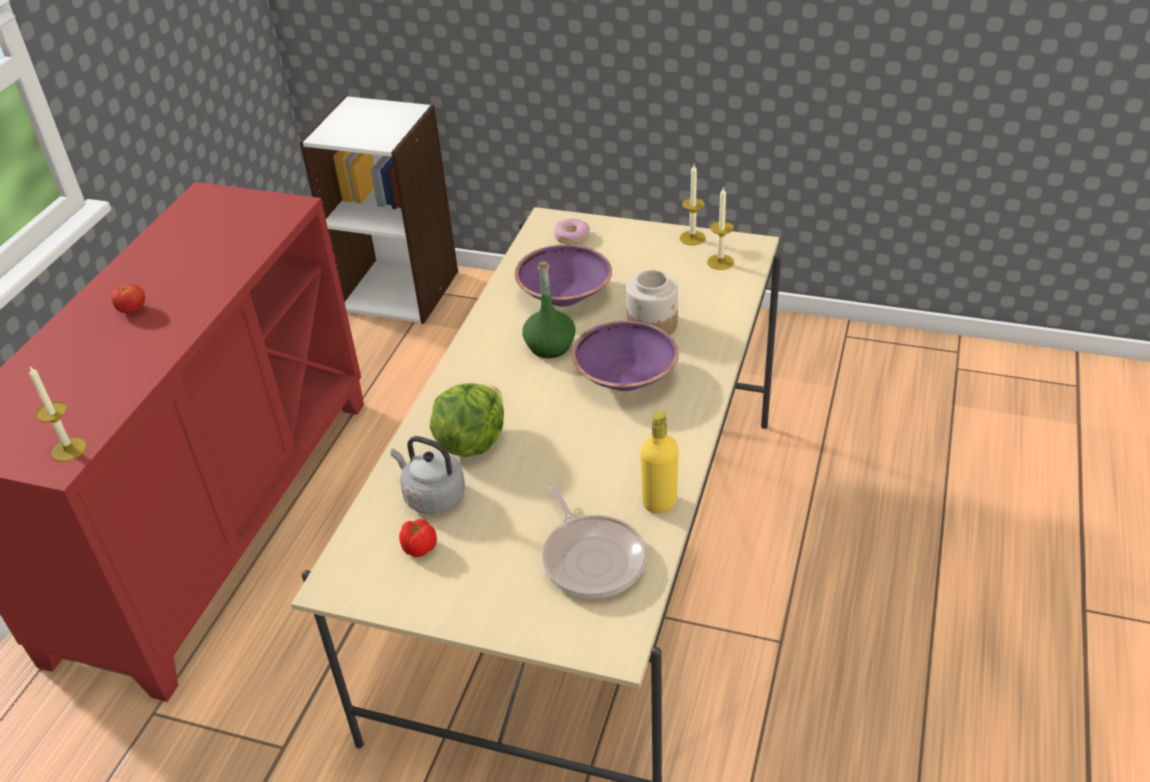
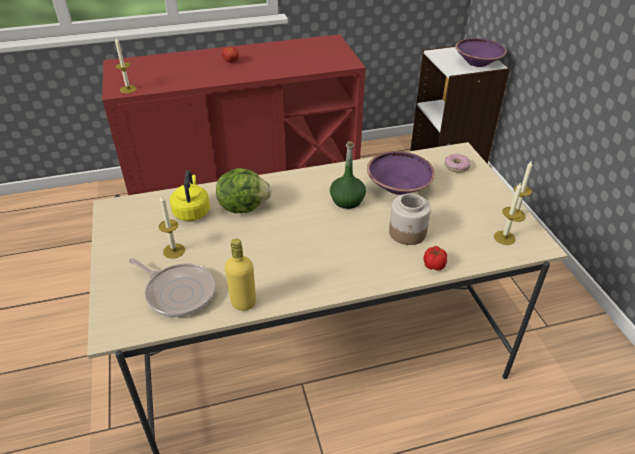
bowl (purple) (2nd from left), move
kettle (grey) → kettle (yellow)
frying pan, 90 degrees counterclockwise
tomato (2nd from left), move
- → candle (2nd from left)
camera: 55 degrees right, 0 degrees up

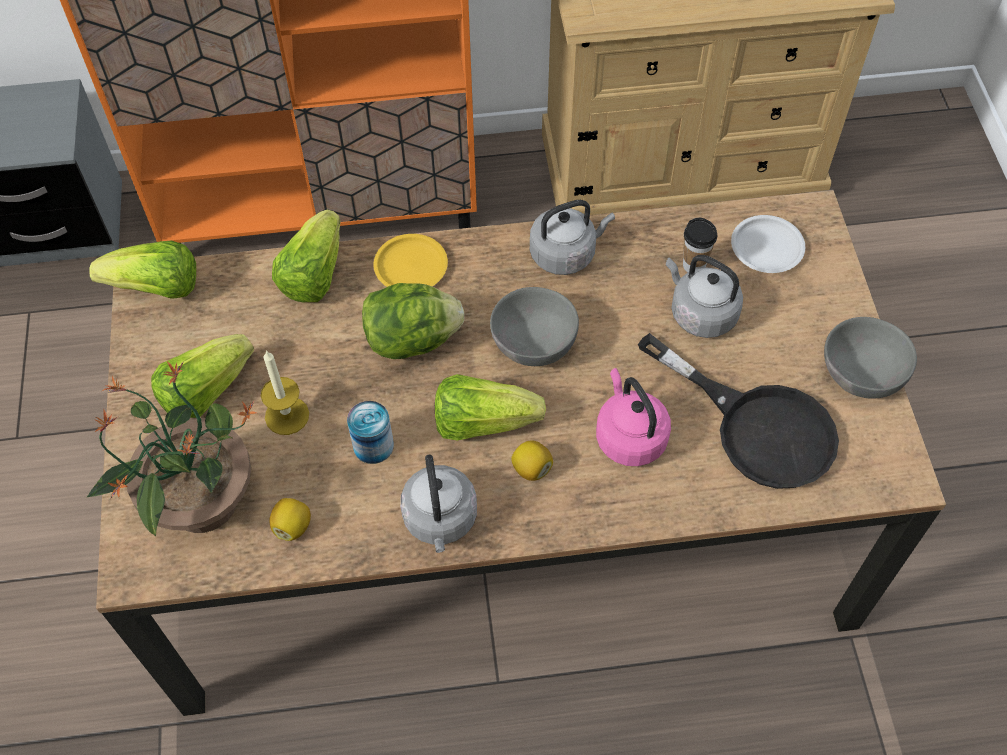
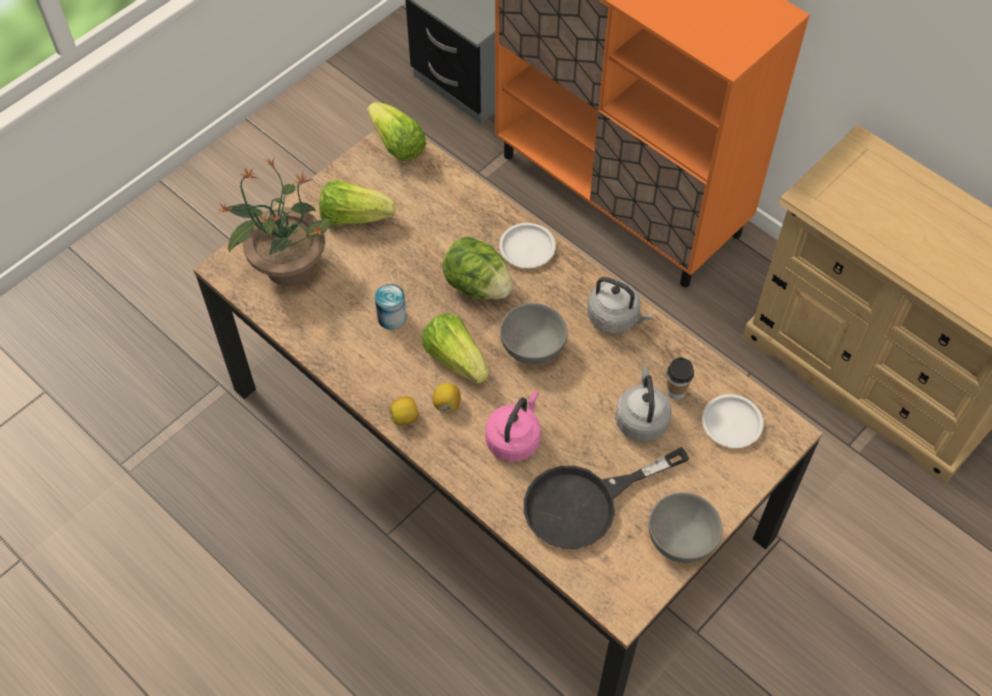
lettuce (3rd from left) → -
plate (yellow) → plate (white) (1st from left)
frying pan (black), 60 degrees clockwise
candle → -
kettle (grey) (1st from left) → -
lemon (1st from left), move
camera: 50 degrees right, 0 degrees up

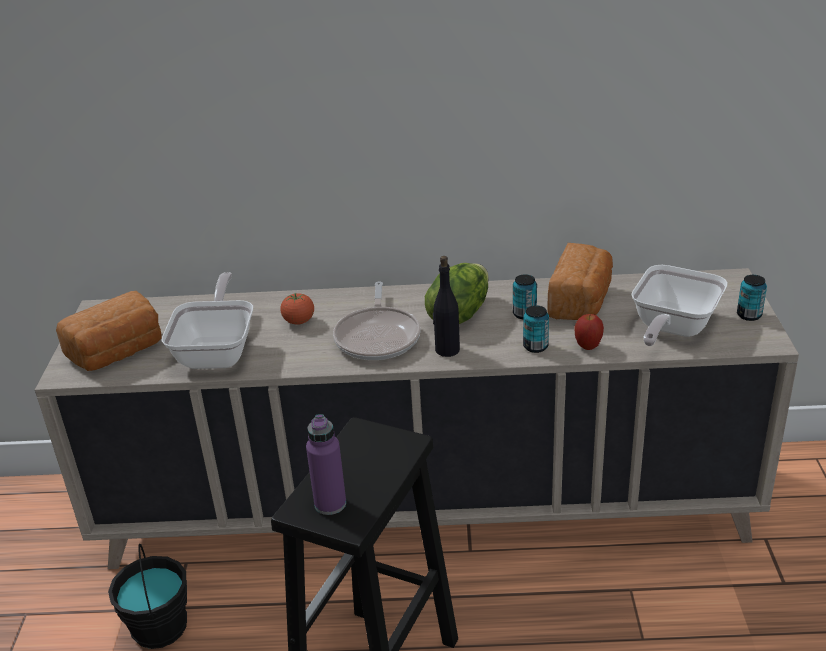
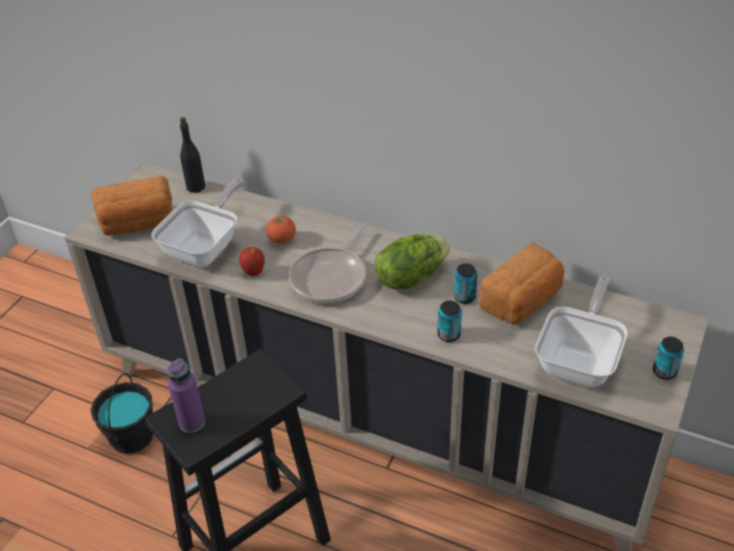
bottle (black), move
frying pan (3rd from left), 150 degrees clockwise
apple, move
camera: 25 degrees right, 10 degrees up

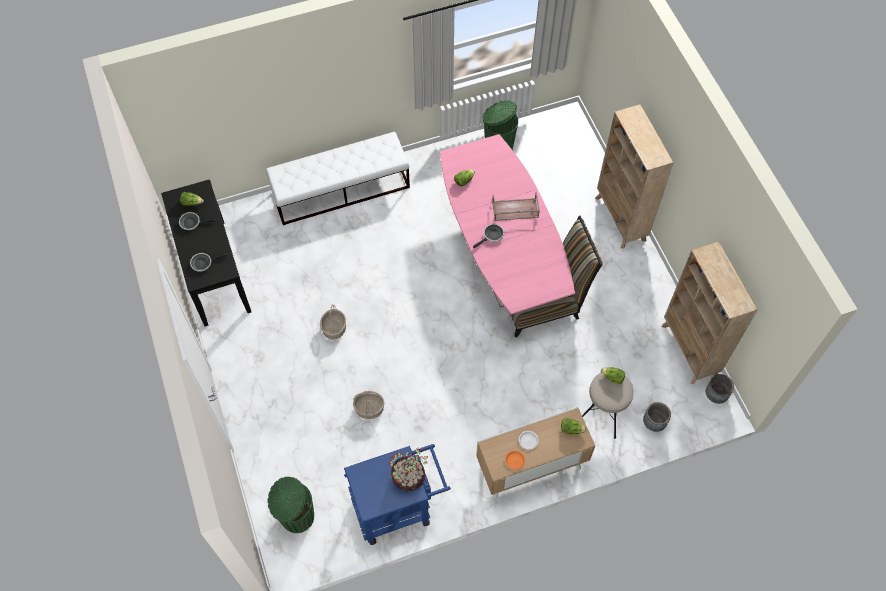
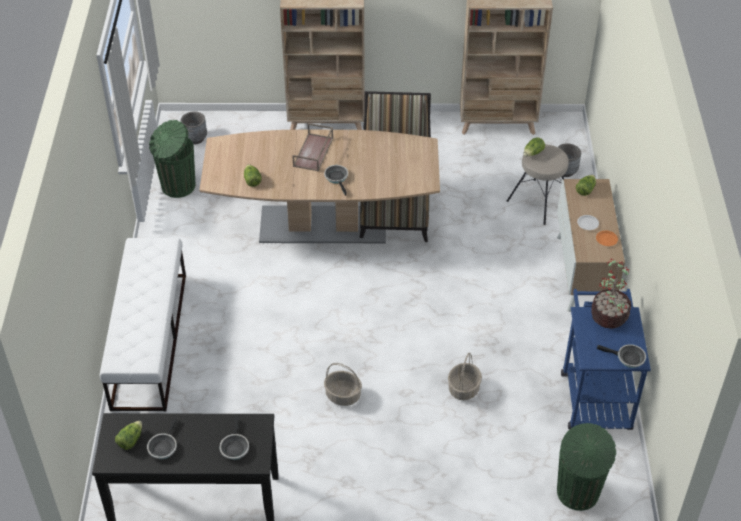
dining table (pink) → dining table (brown)
planter (grey) (2nd from left in the first image) → planter (grey) (1st from left), move
- → frying pan (4th from left)
camera: 70 degrees left, 15 degrees down

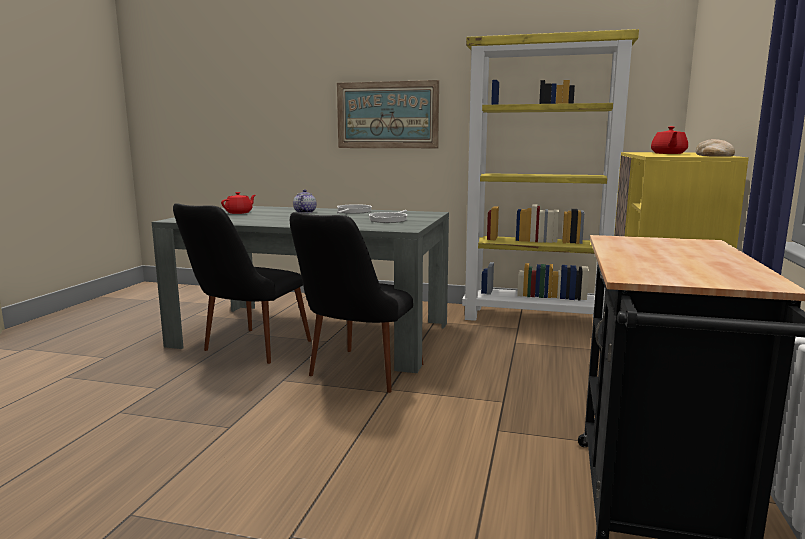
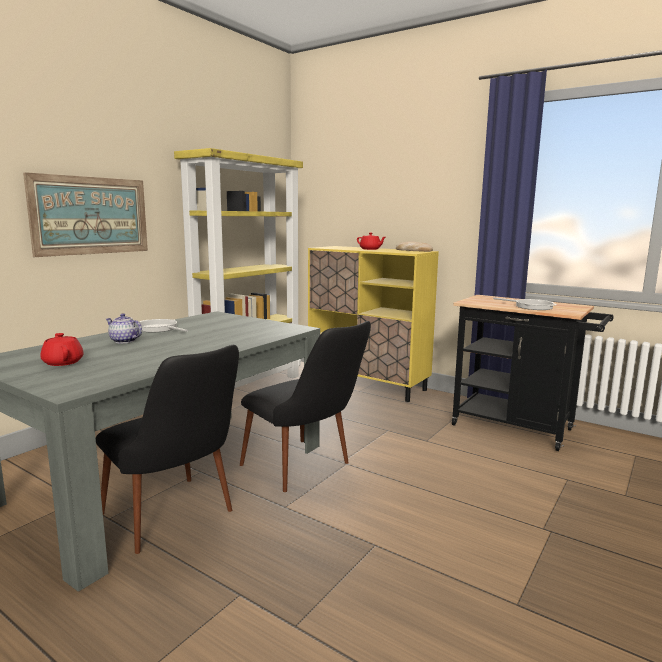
frying pan (2nd from left), move
camera: 70 degrees left, 0 degrees up

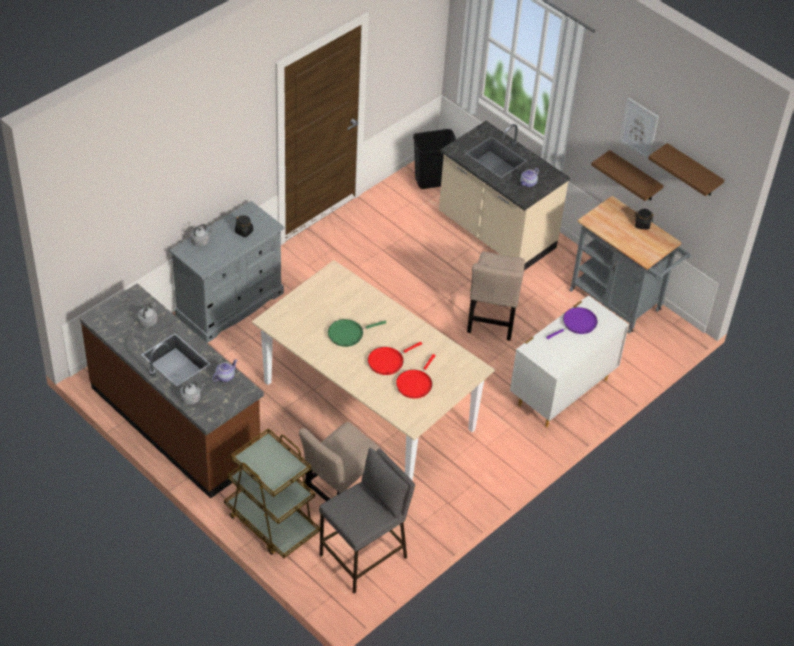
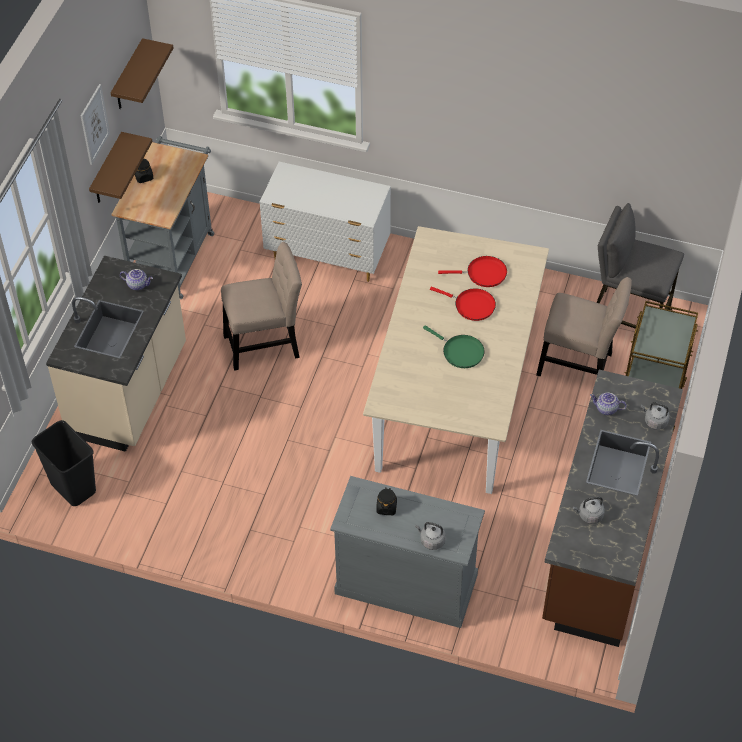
frying pan (purple) → -
camera: 115 degrees left, 5 degrees up

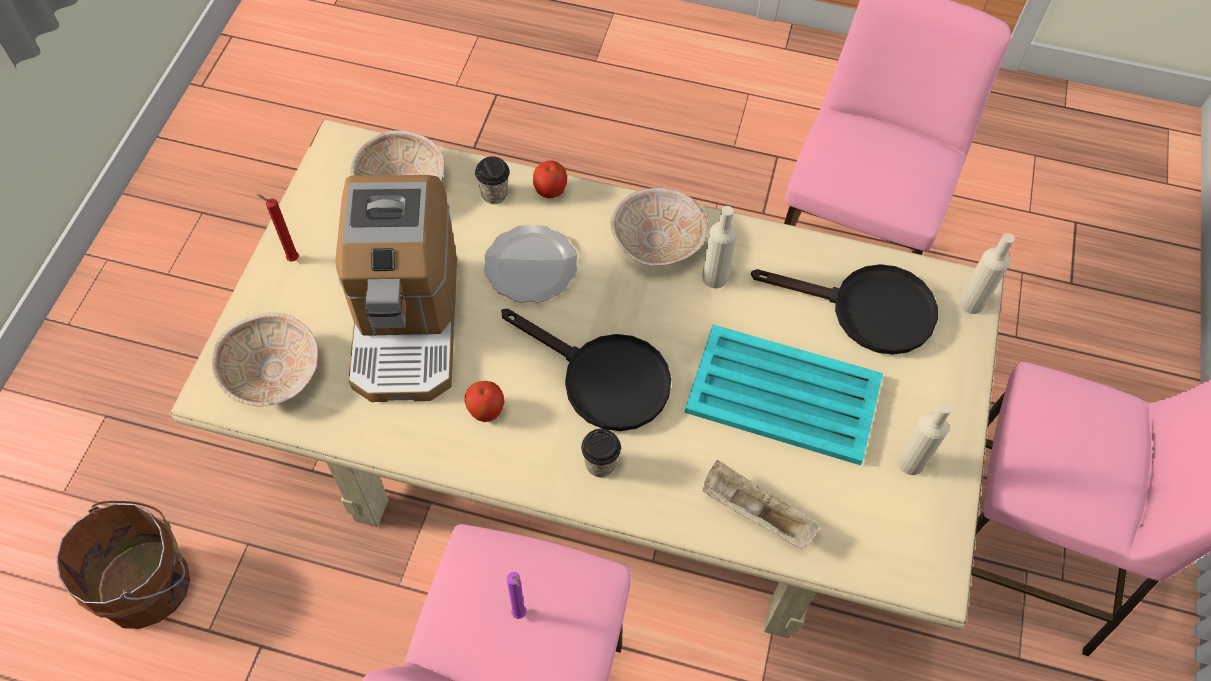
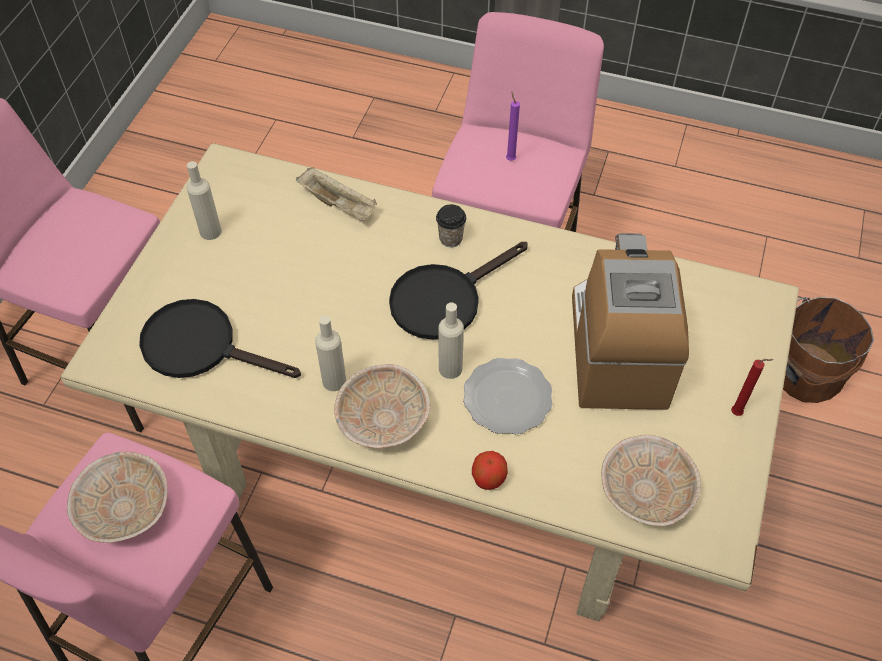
cup (1st from left) → -
bottle (beige) (3rd from left), move
frying pan (black) (1st from left in the first image) → frying pan (black) (2nd from left), 75 degrees counterclockwise
bowl (beige) (1st from left), move
tray (turquoise) → -
apple (1st from left) → -
camera: 175 degrees left, 5 degrees down

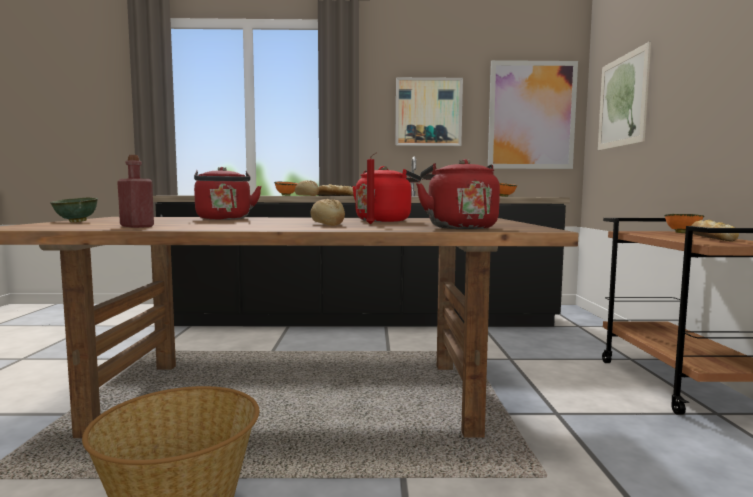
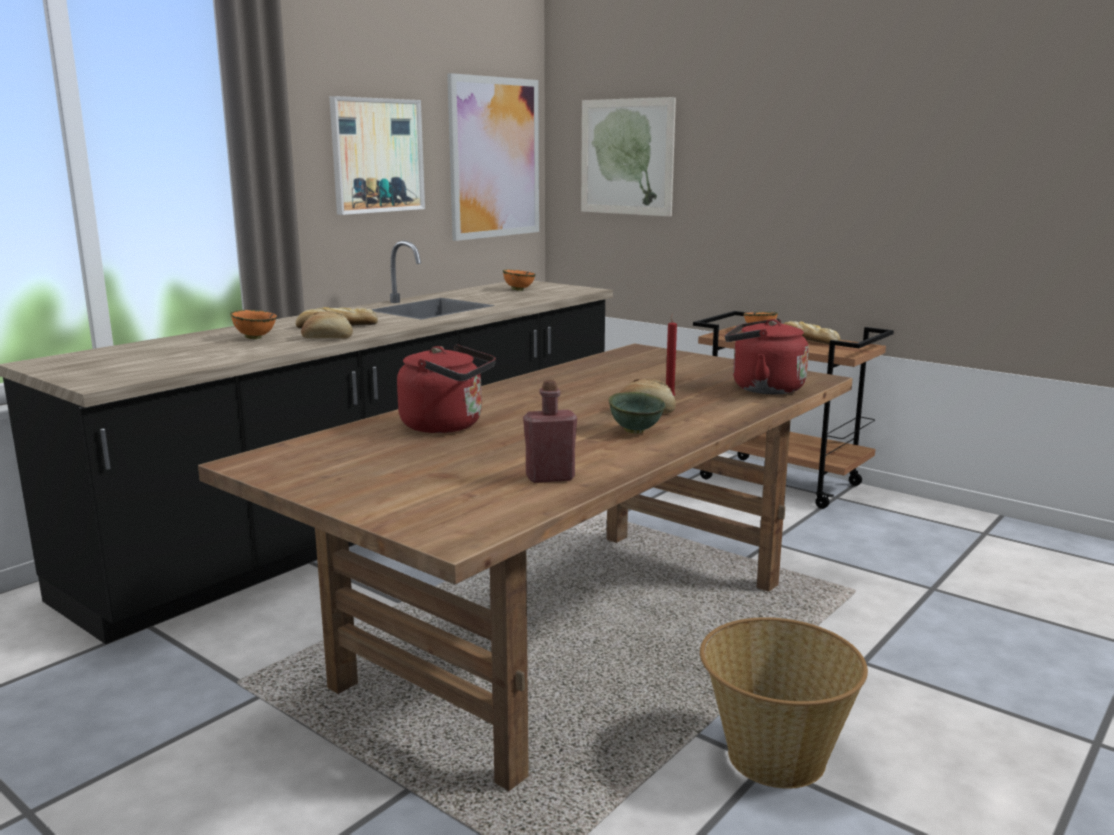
kettle (red) (2nd from left) → -
bowl (green), move
camera: 50 degrees left, 10 degrees up

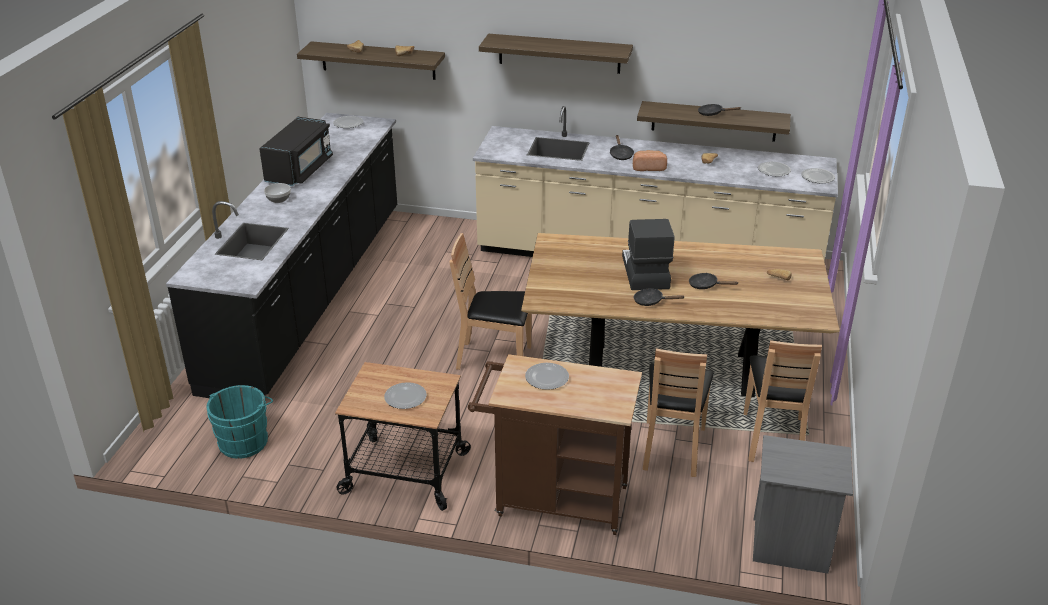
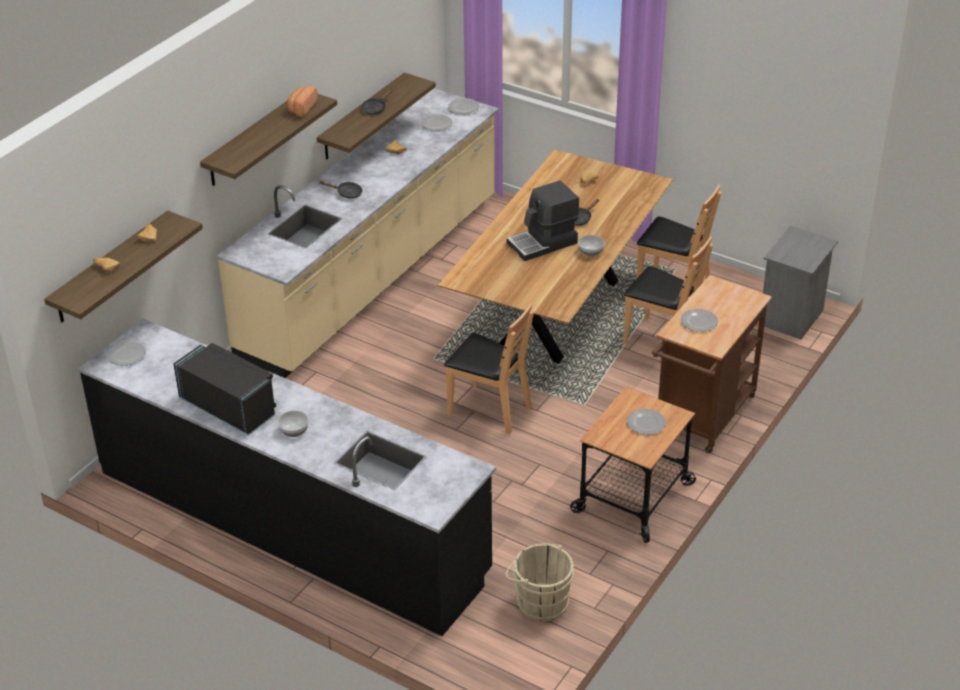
bread (3rd from left), move
coffee machine, 45 degrees counterclockwise
chair (brown) (1st from left), 90 degrees counterclockwise
frying pan (black) (2nd from left) → bowl (2nd from left)
bucket (turquoise) → bucket (beige)
camera: 70 degrees left, 5 degrees up

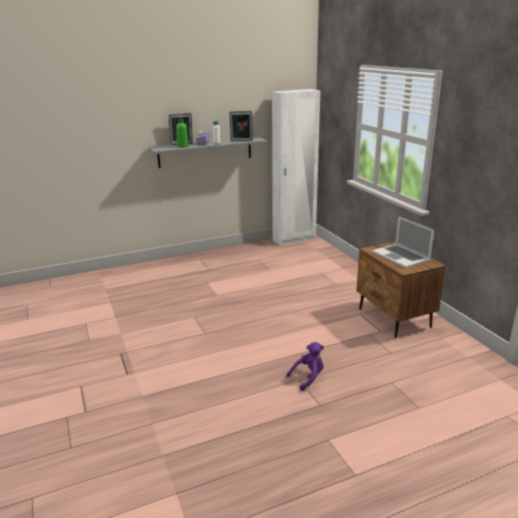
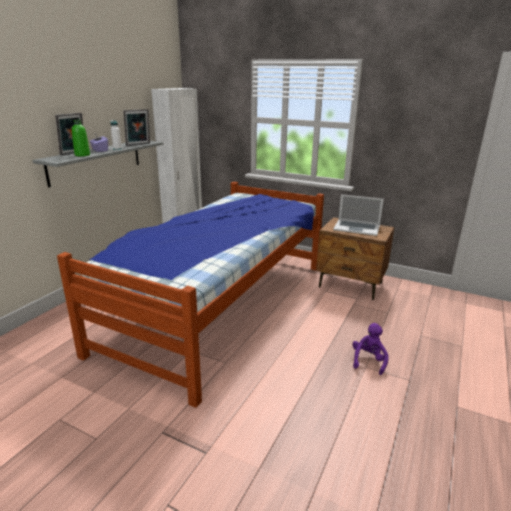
- → bed
camera: 40 degrees left, 0 degrees up

